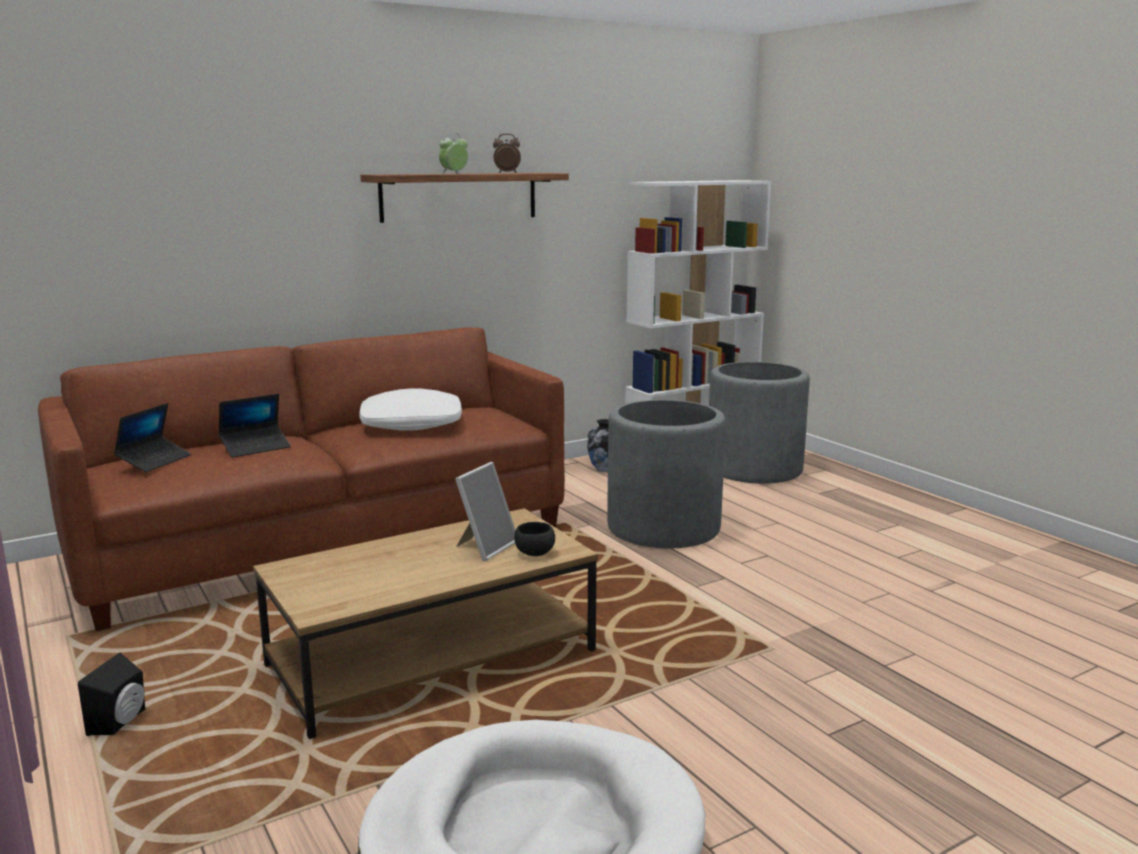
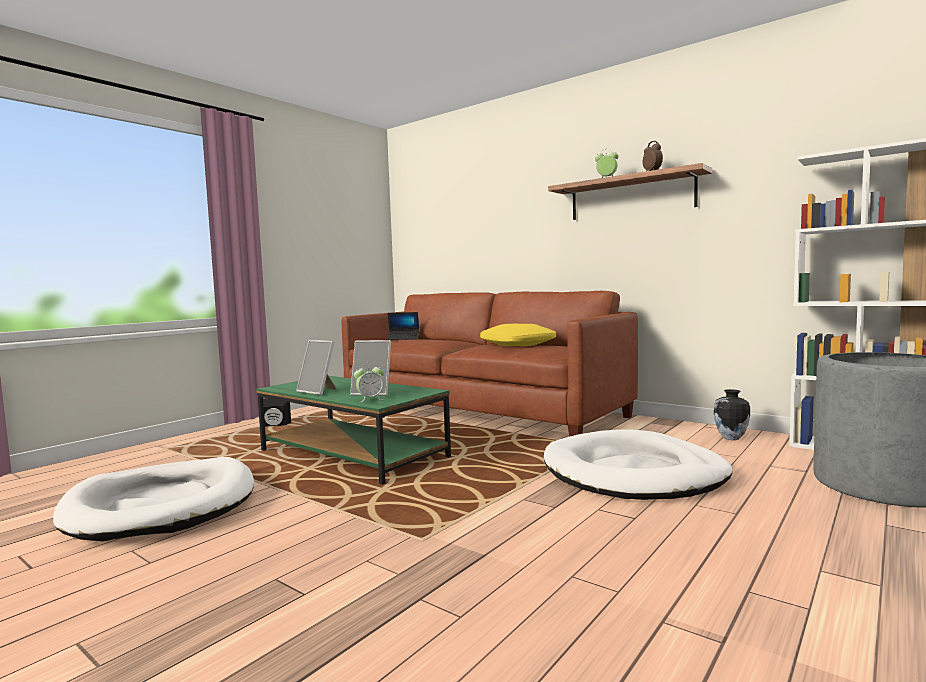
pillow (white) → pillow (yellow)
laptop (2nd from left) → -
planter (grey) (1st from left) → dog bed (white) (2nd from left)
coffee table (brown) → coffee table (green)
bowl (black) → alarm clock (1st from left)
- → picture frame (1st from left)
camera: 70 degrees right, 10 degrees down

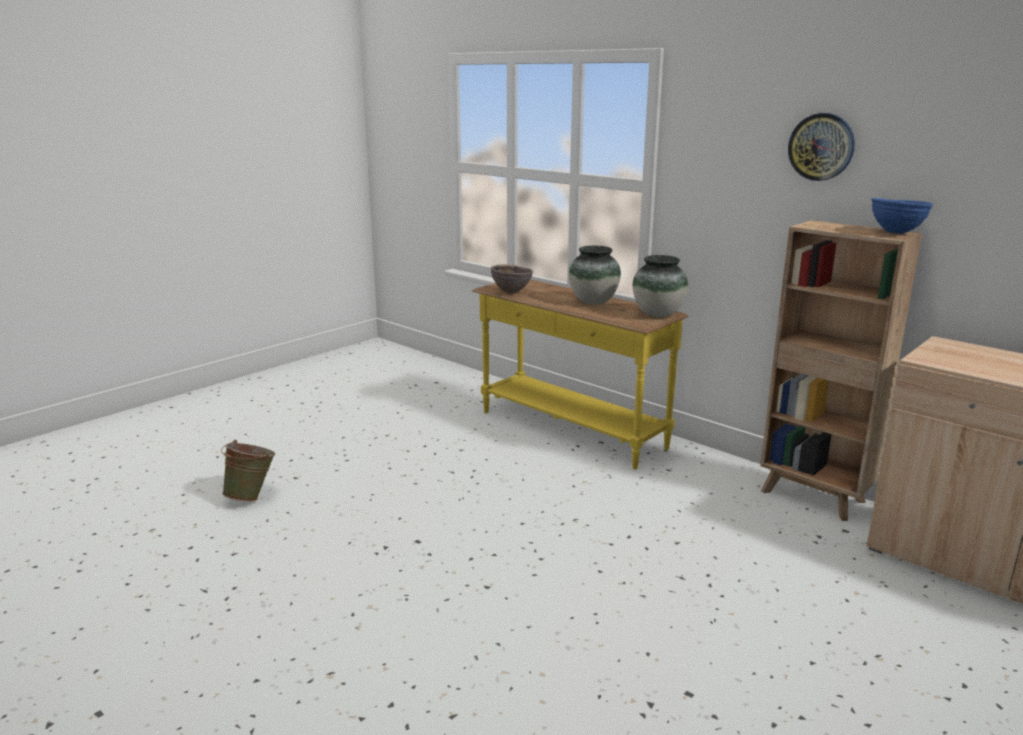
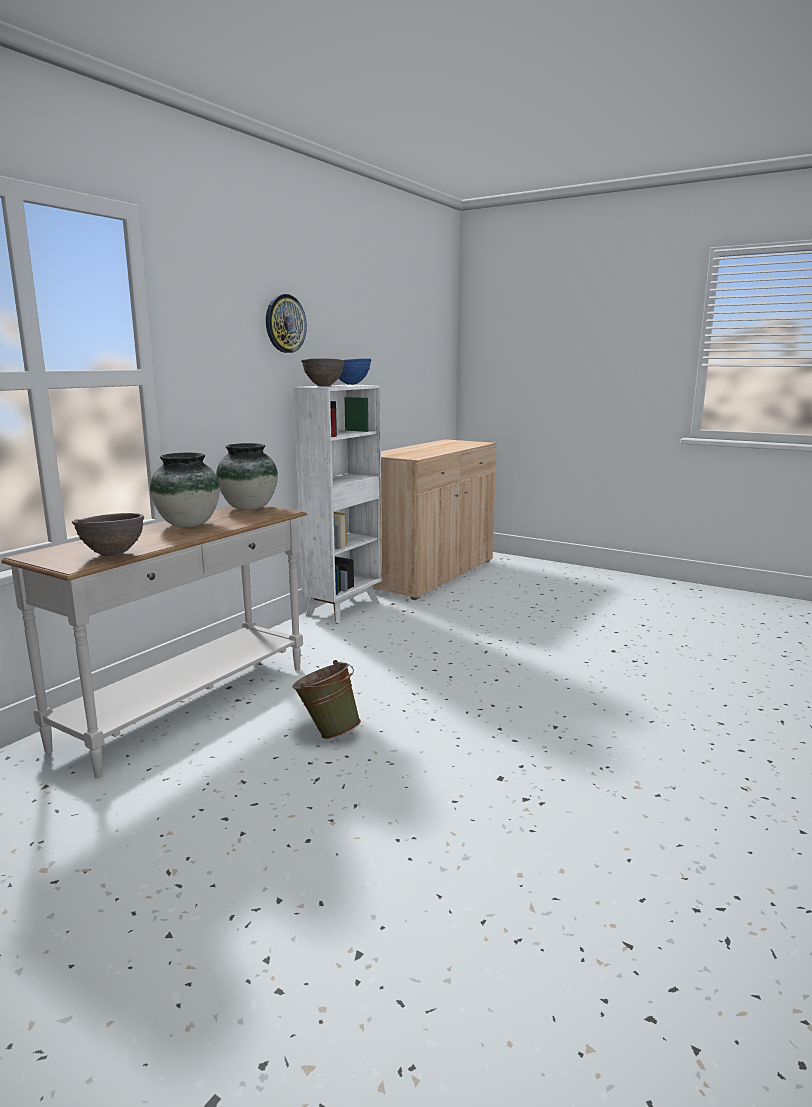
bookcase (brown) → bookcase (white)
console table (yellow) → console table (white)
bucket (green), move
- → bowl (brown) (2nd from left)
camera: 100 degrees left, 5 degrees down

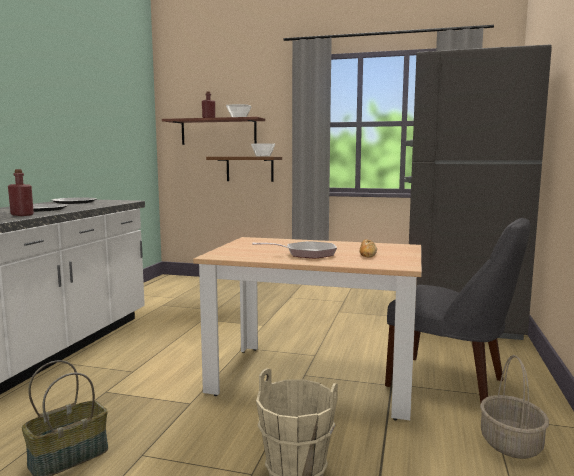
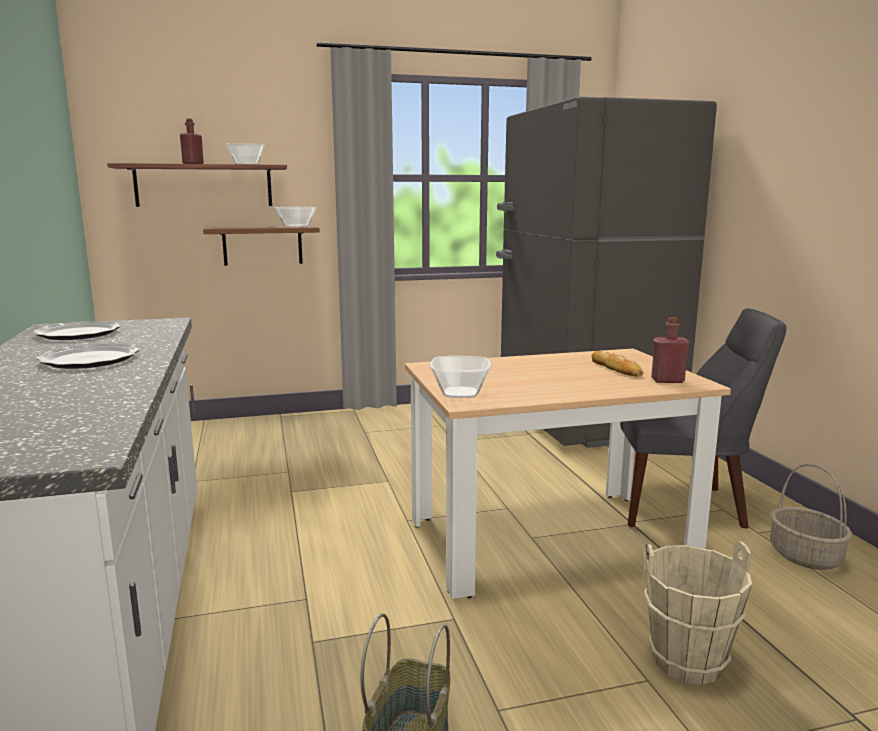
bottle (red) (1st from left in the first image) → bottle (red) (2nd from left), move
frying pan → -
- → bowl (3rd from left)
camera: 30 degrees left, 5 degrees up

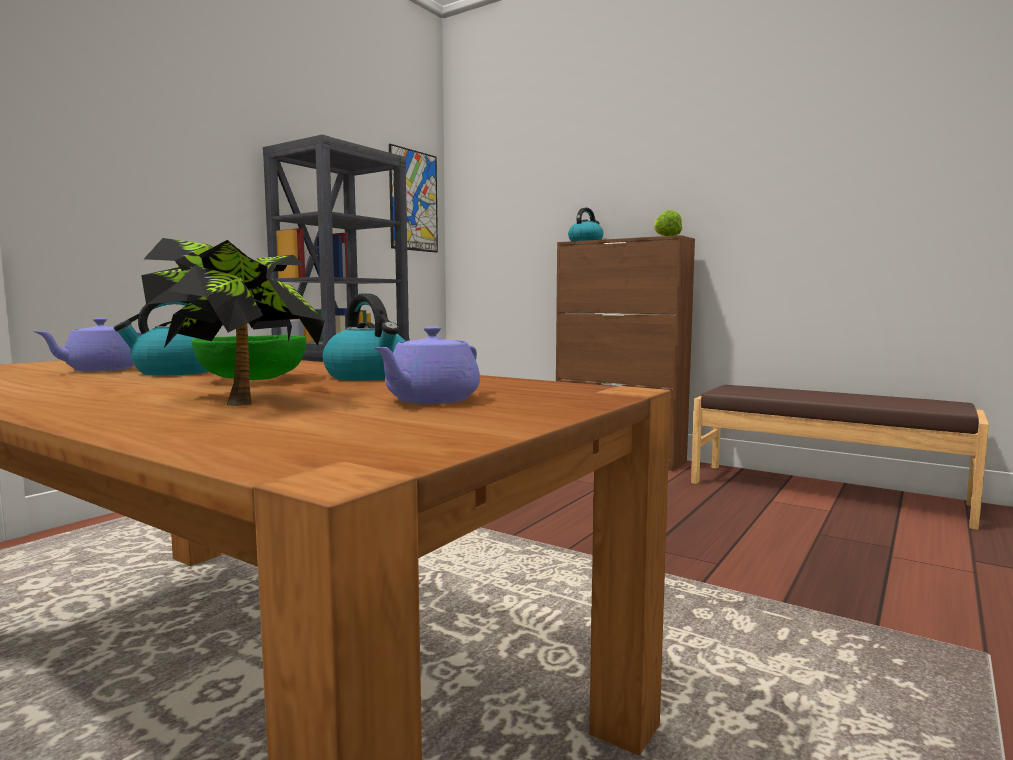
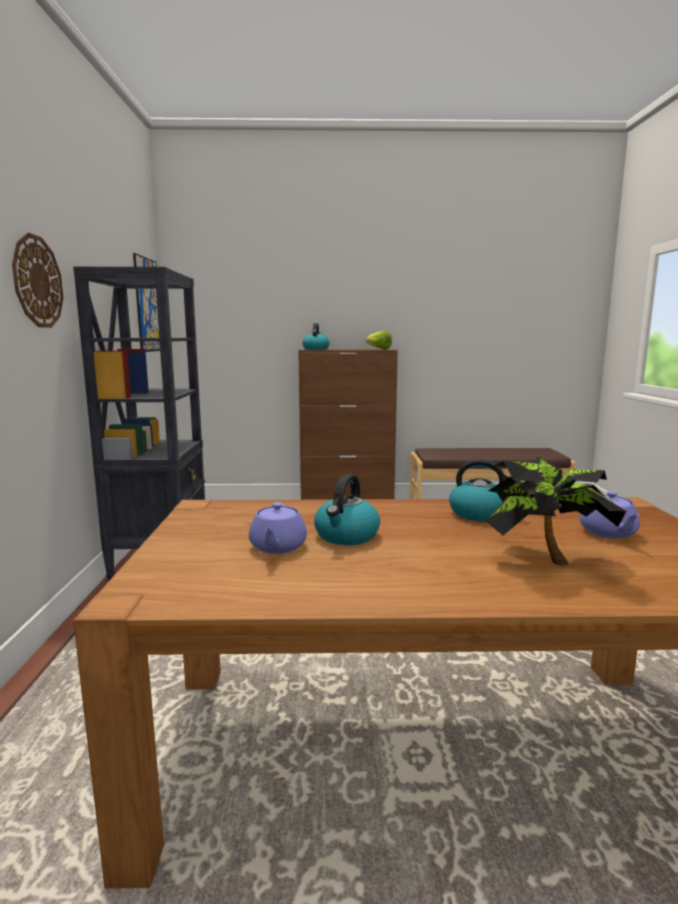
bowl (green) → -
- → wall clock
camera: 35 degrees left, 5 degrees up

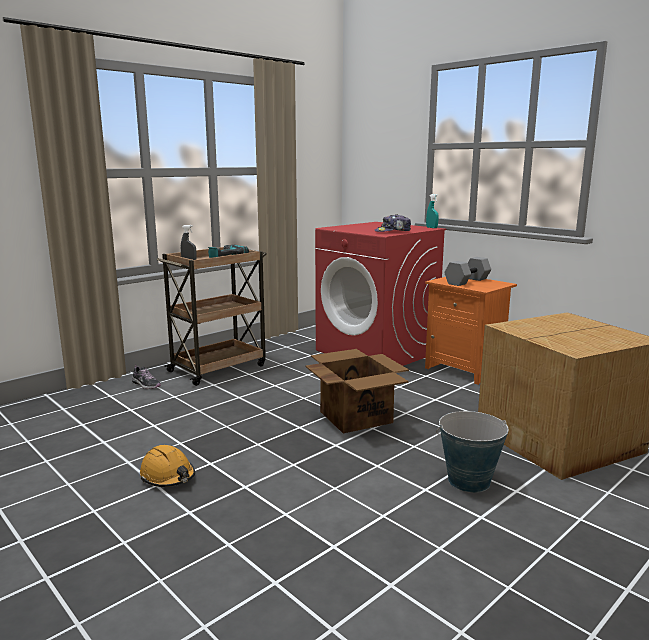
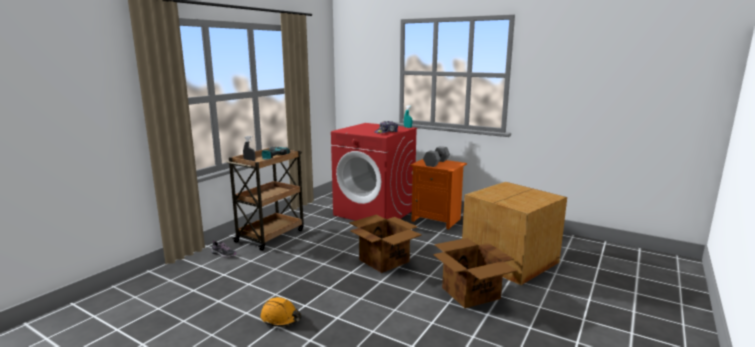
bucket → cardboard box (2nd from left)
camera: 15 degrees left, 0 degrees up

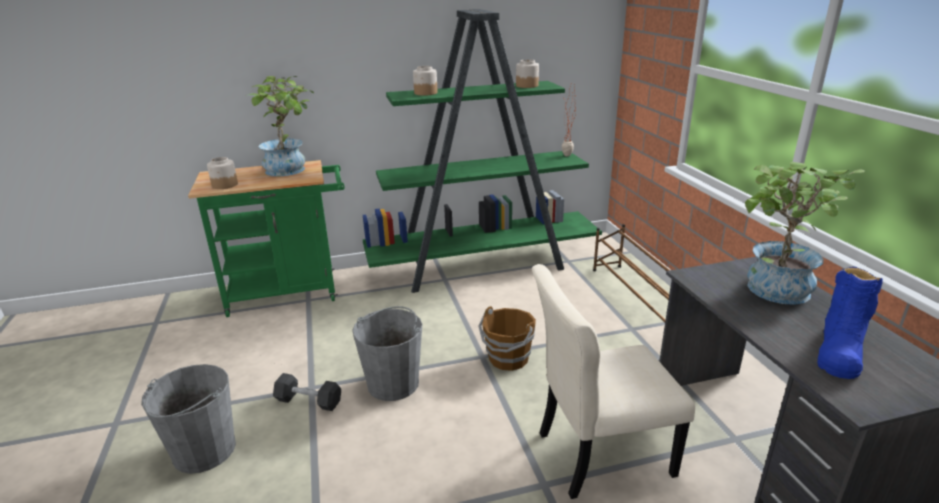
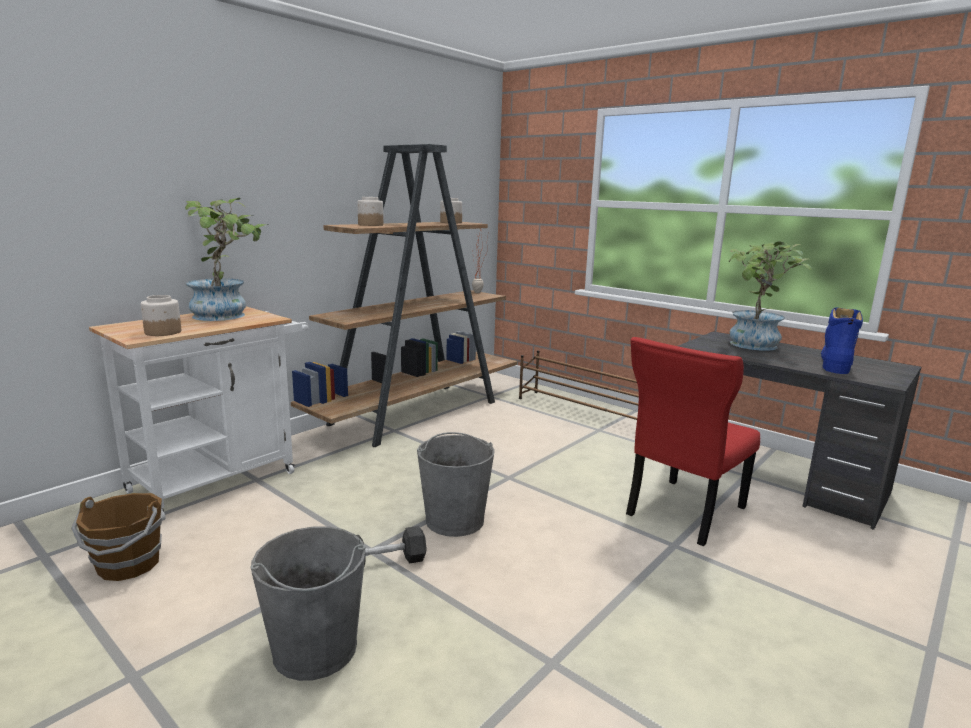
bookcase (green) → bookcase (brown)
cart (green) → cart (white)
chair (beige) → chair (red)
boot (blue), 150 degrees counterclockwise
bucket (brown), move
camera: 35 degrees left, 10 degrees down

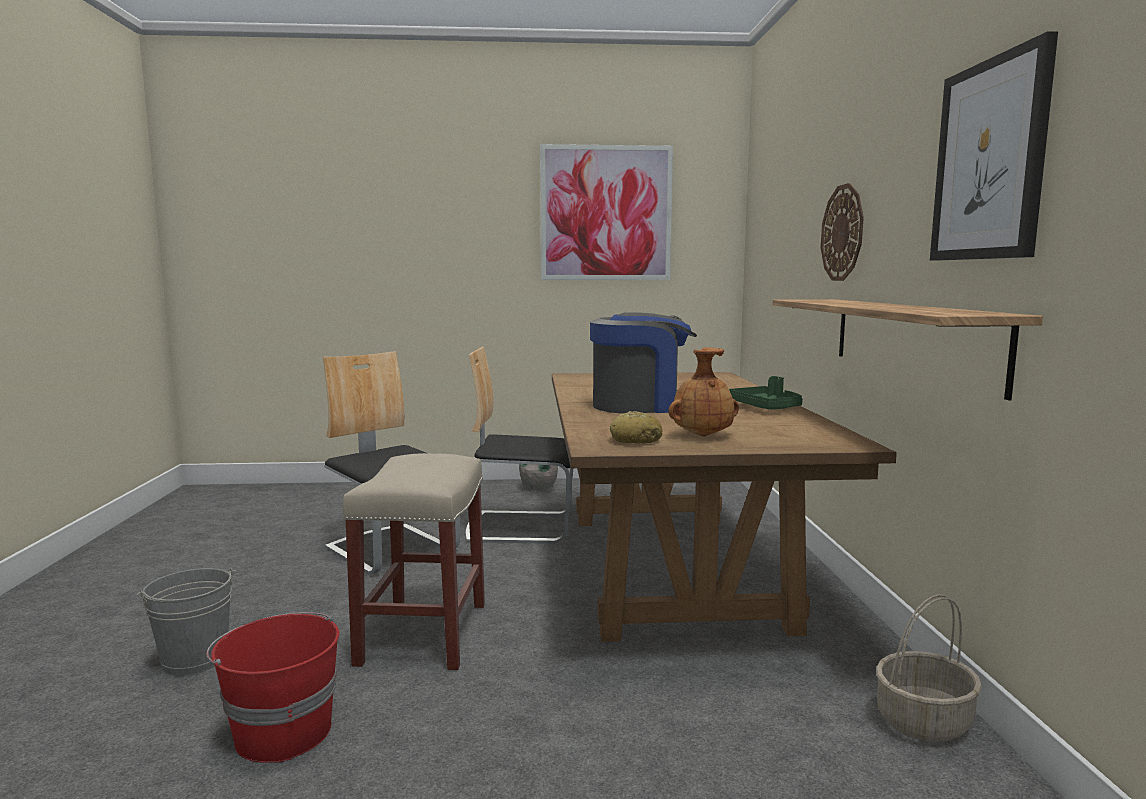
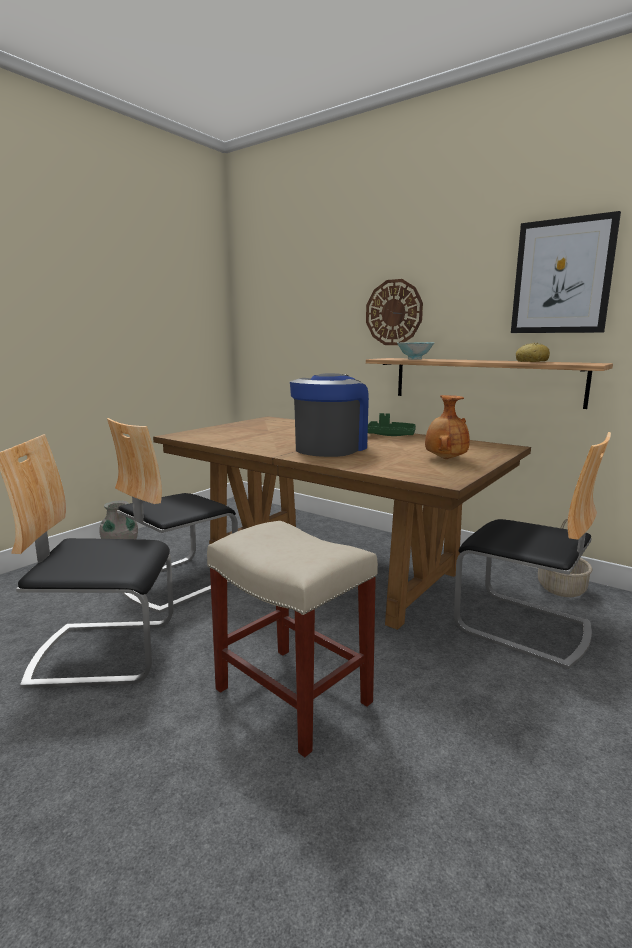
picture (1st from left) → -
bread, move
bucket (grey) → -
bucket (red) → -
- → bowl
- → chair (3rd from left)
camera: 50 degrees left, 5 degrees up

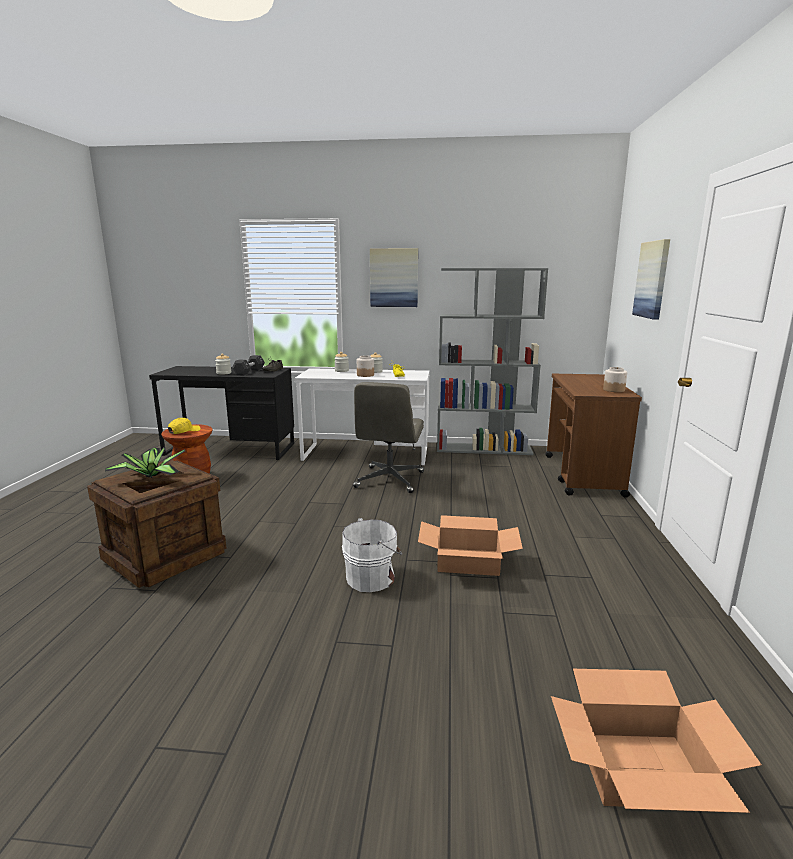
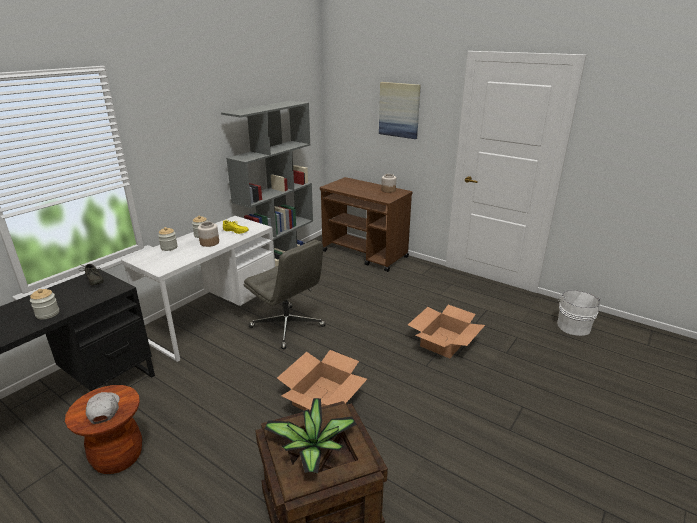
picture (1st from left) → -
dumbbell (black) → -
cap (yellow) → cap (white)
bucket (white), move
cardboard box (2nd from left in the first image) → cardboard box (1st from left), move
camera: 60 degrees left, 10 degrees up

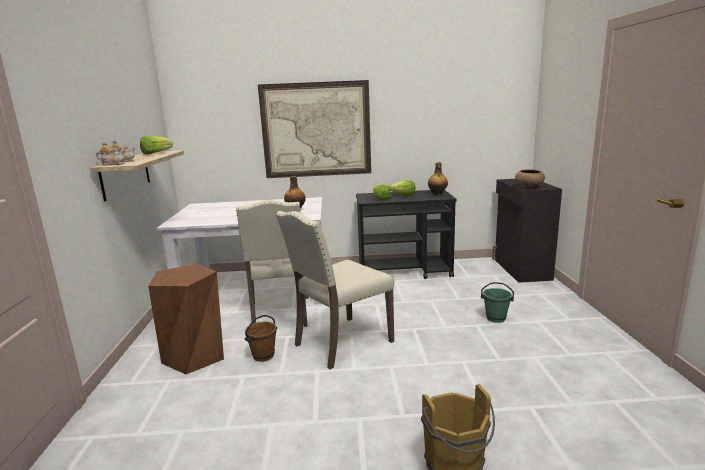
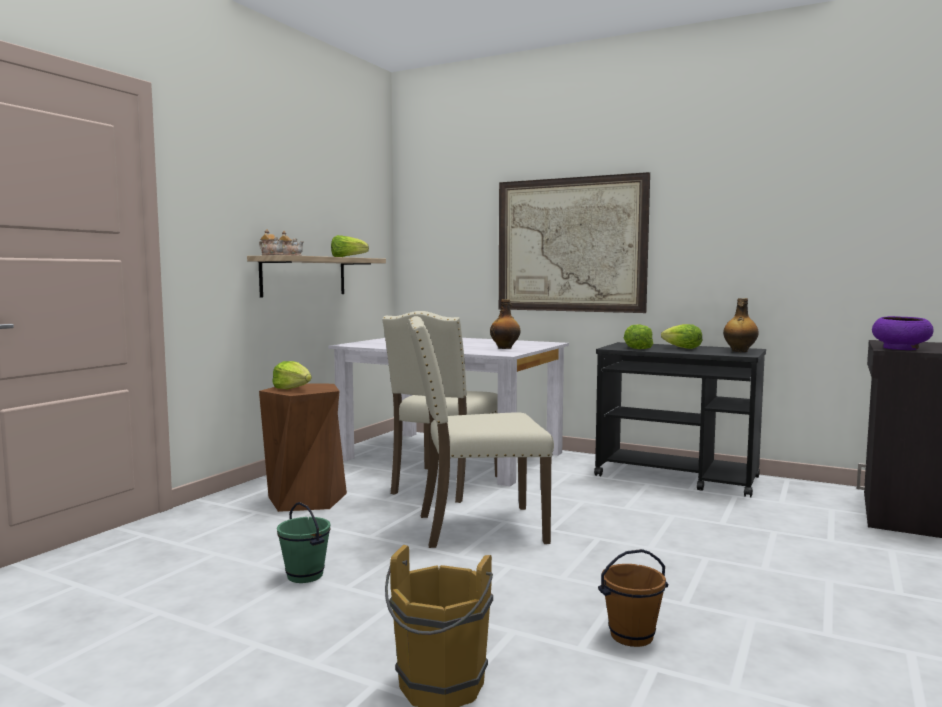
bowl (brown) → bowl (purple)
bucket (green), move
bucket (brown) (1st from left in the first image) → bucket (brown) (2nd from left), move
- → lettuce (1st from left)
camera: 30 degrees right, 10 degrees down

